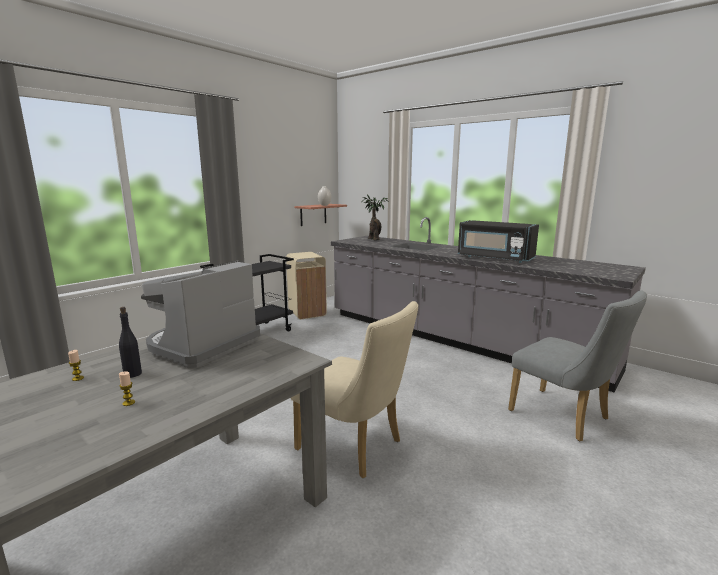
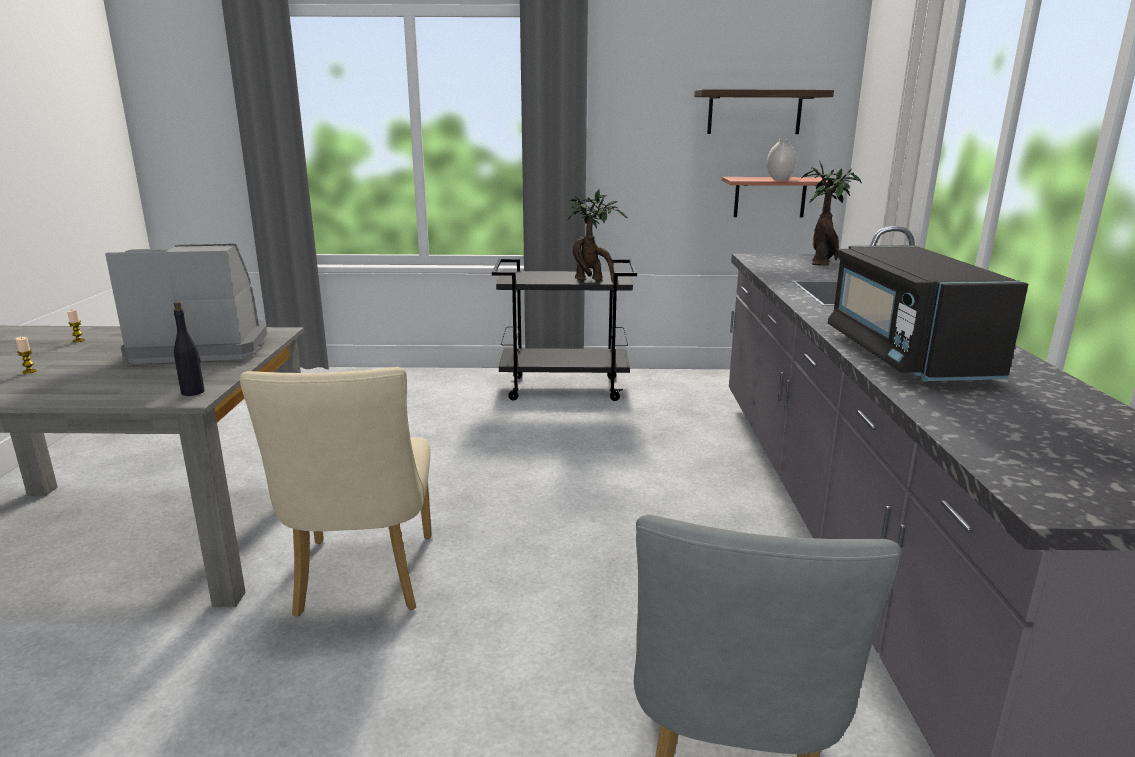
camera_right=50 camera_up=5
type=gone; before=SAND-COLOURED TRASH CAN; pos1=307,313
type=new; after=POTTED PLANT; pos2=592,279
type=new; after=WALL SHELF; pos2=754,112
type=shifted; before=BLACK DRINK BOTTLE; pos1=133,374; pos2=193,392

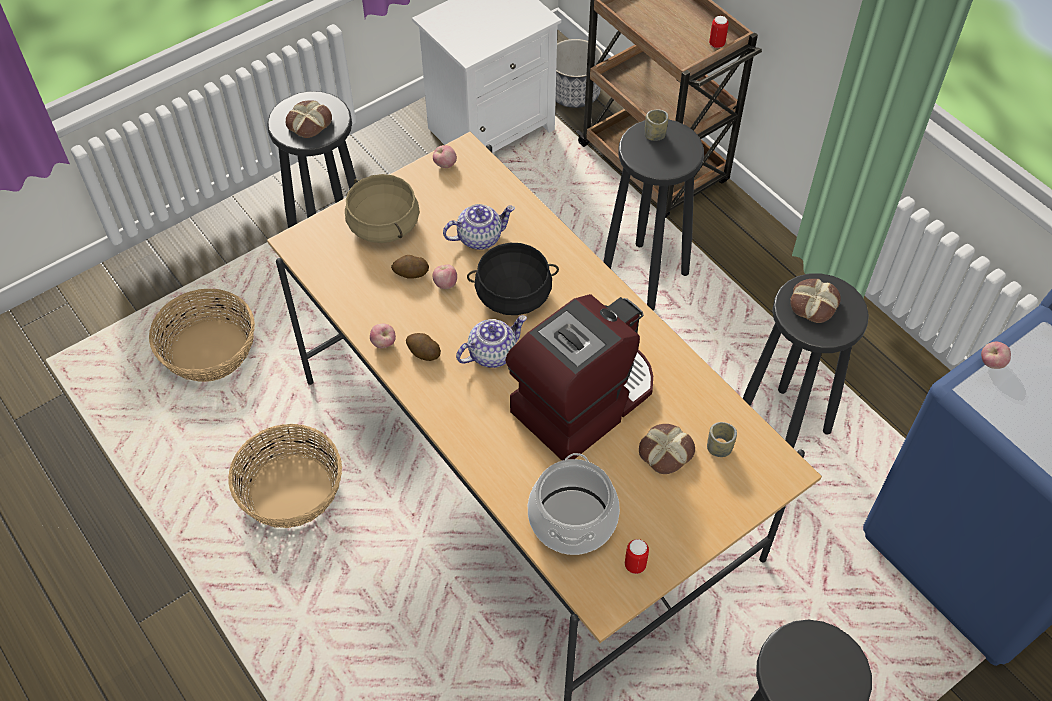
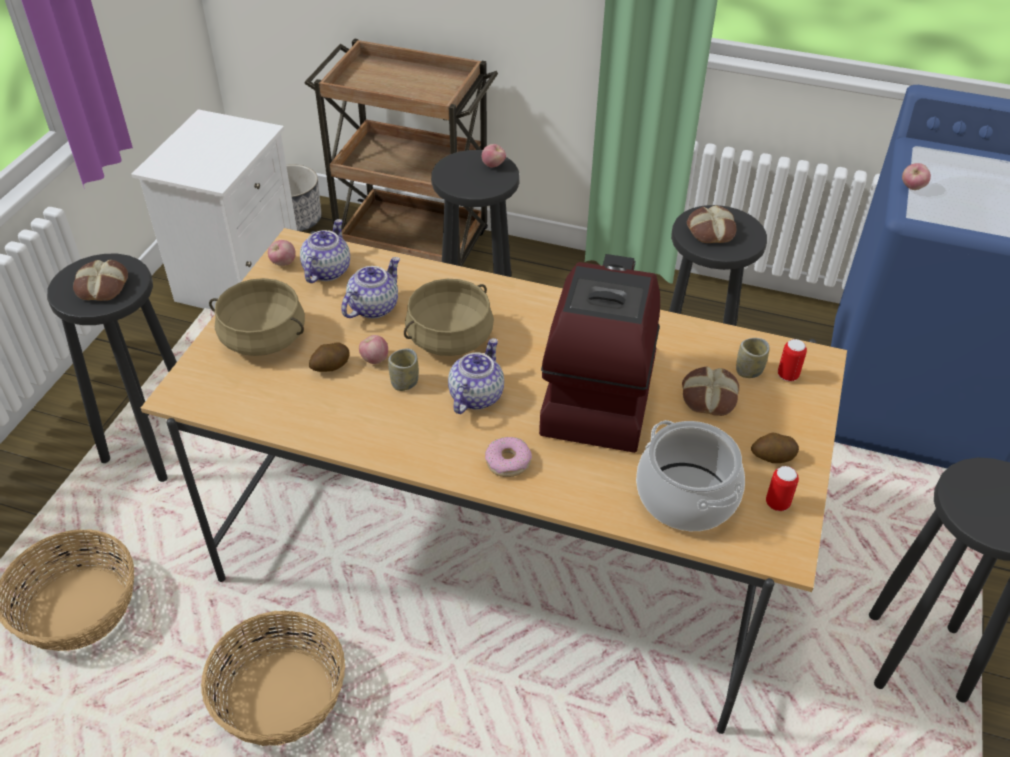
camera_right=-35 camera_up=-10
type=new; after=TEA POT; pos2=326,270
type=new; after=RING DOUGHNUT; pos2=508,462
type=shifted; before=APPLE FRUIT; pos1=383,343; pos2=493,165
type=shifted; before=SPUD; pos1=423,353; pos2=772,457
type=shifted; before=SMALL CUP; pos1=654,135; pos2=404,382
type=shifted; before=SEALED CAN; pos1=716,44; pos2=787,375
type=repainted; before=BLACK STOCKPOT; after=SAND-COLOURED STOCKPOT; pos1=513,294; pos2=449,337

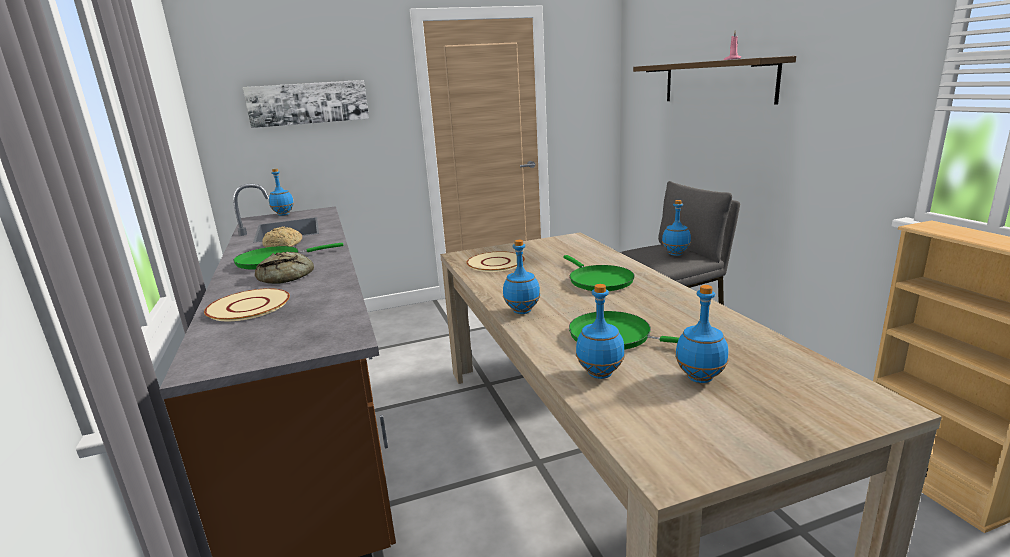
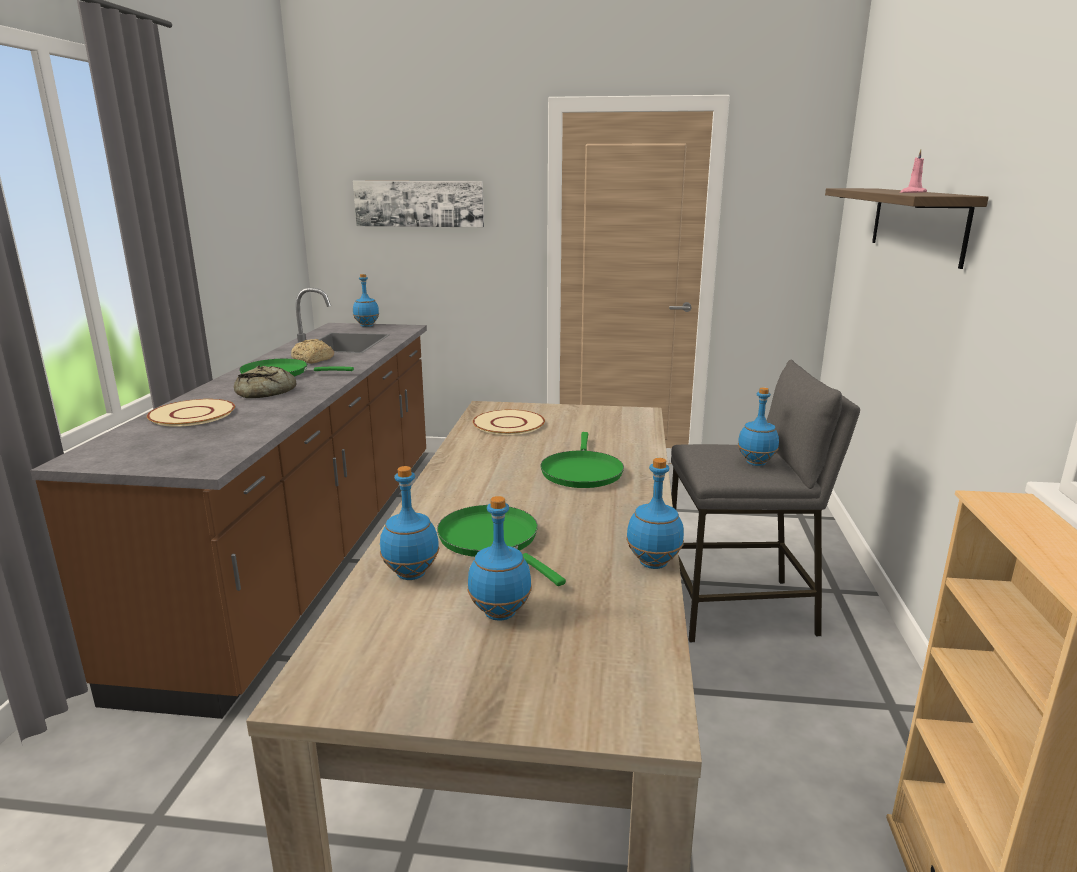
camera_right=25 camera_up=0
type=shifted; before=BLUISH DRINK BOTTLE; pos1=522,311; pos2=652,564

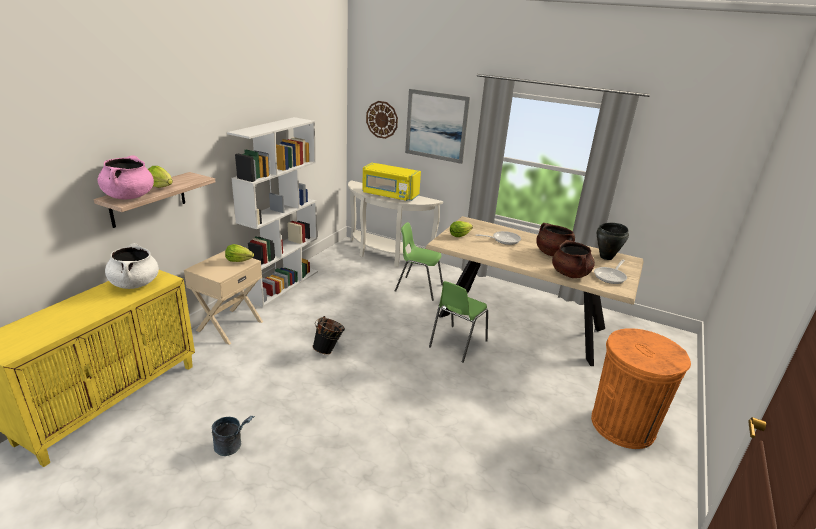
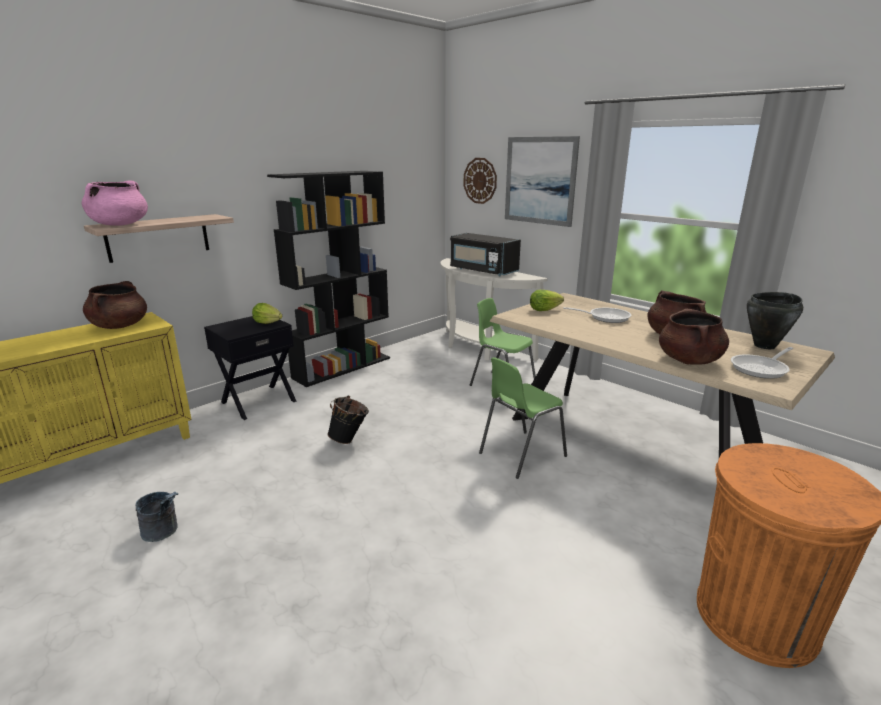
camera_right=20 camera_up=-5
type=gone; before=LETTUCE; pos1=161,187
type=repainted; before=WHITE STOCKPOT; after=BROWNISH STOCKPOT; pos1=135,283; pos2=120,326
type=repainted; before=SAND-COLOURED NIGHT TABLE; after=BLACK NIGHT TABLE; pos1=229,326; pos2=258,401
type=repainted; before=WHITE SHELVING UNIT; after=BLACK SHELVING UNIT; pos1=282,285; pos2=342,367
type=repainted; before=YELLOW-COLOURED MICROWAVE; after=BLACK MICROWAVE; pos1=389,195; pos2=482,271

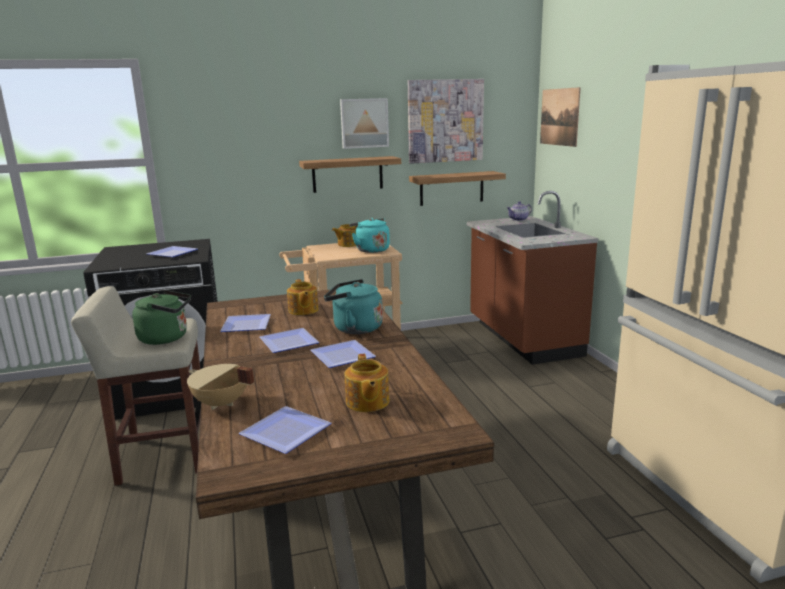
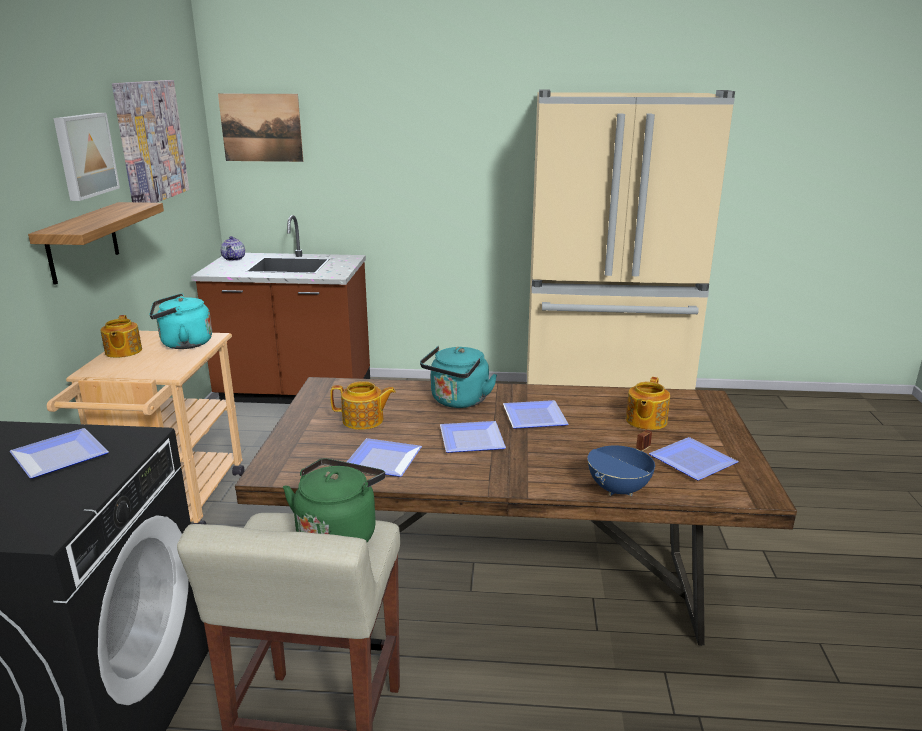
camera_right=-70 camera_up=5
type=gone; before=WALL SHELF; pos1=451,188
type=repainted; before=SAND-COLOURED STOCKPOT; after=BLUISH STOCKPOT; pos1=221,404; pos2=619,490
type=rotated; before=TEA POT; pos1=367,402; pos2=645,421; turn=105

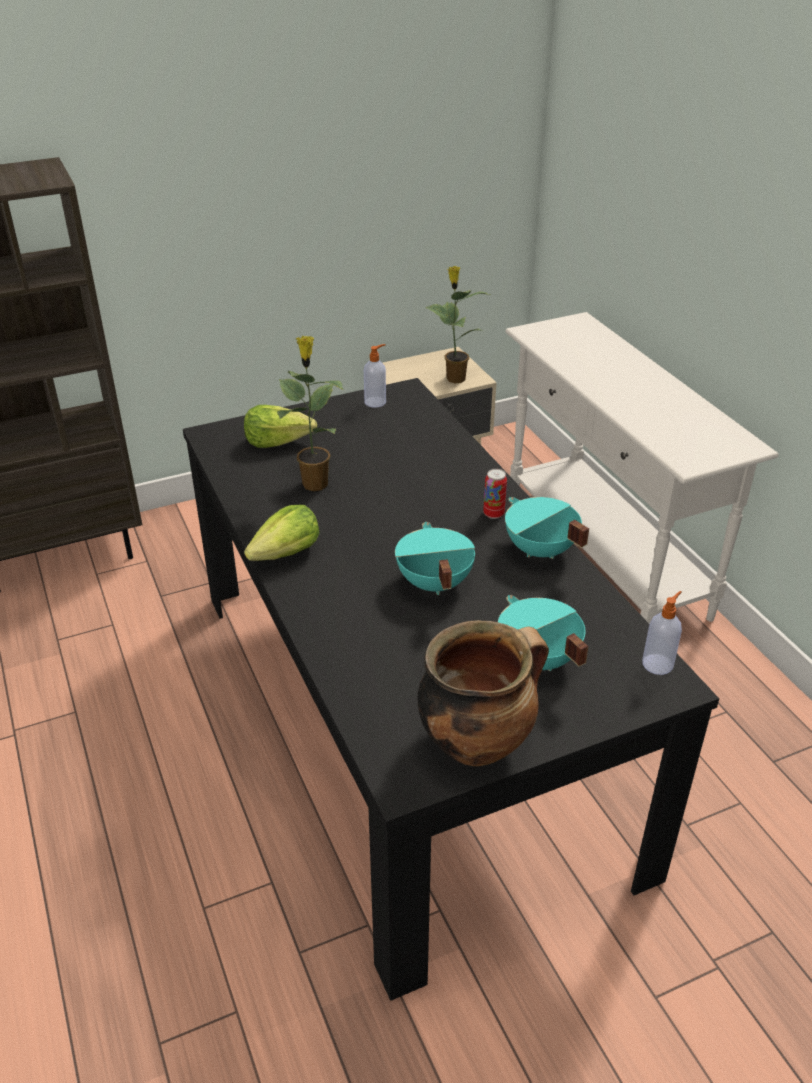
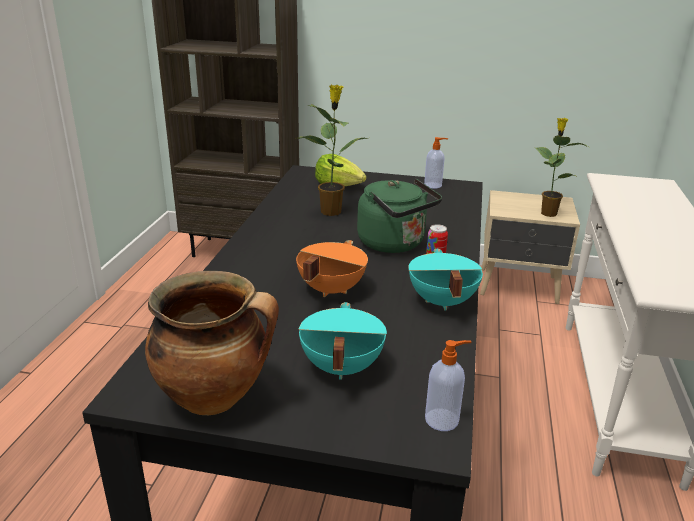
camera_right=35 camera_up=-10
type=gone; before=LETTUCE; pos1=286,554
type=new; after=GREEN KETTLE; pos2=394,244
type=repainted; before=BLUE-GREEN STOCKPOT; after=ORANGE STOCKPOT; pos1=433,583; pos2=330,289

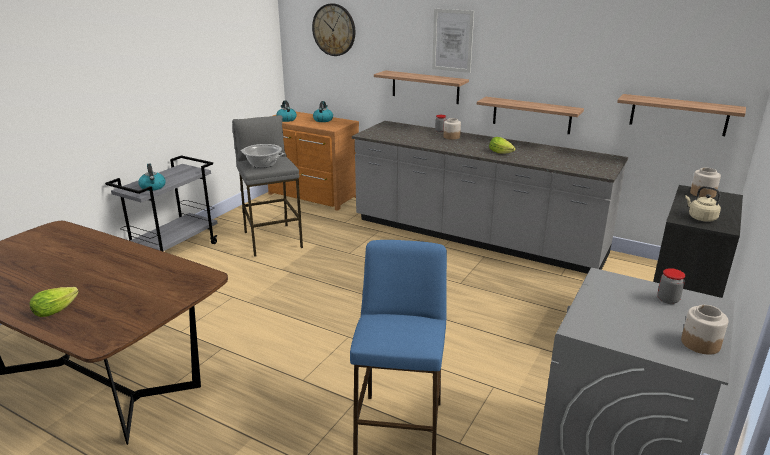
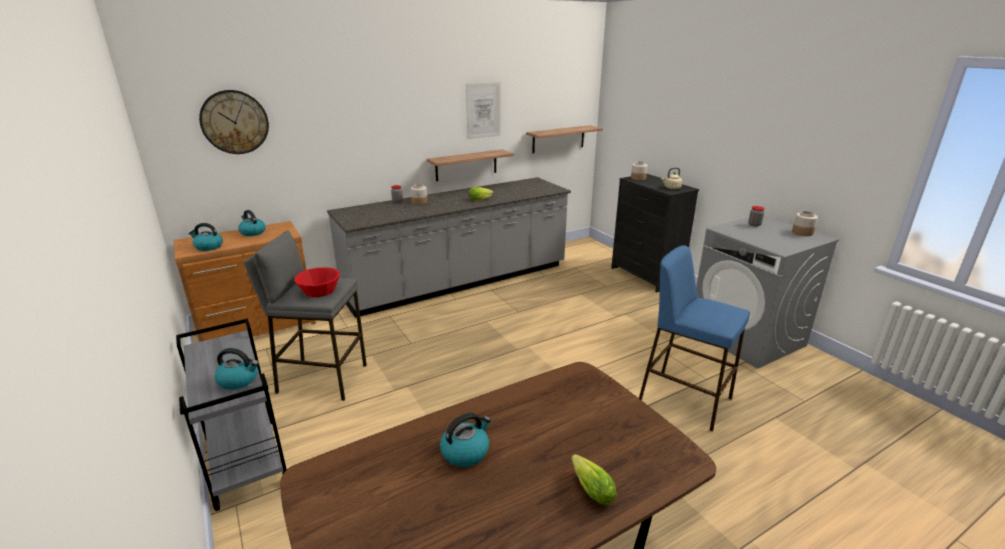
camera_right=-60 camera_up=0
type=gone; before=WALL SHELF; pos1=425,87
type=new; after=KETTLE; pos2=465,452
type=shifted; before=WALL ART; pos1=452,40; pos2=483,110
type=swapped; before=STOCKPOT; after=RED BOWL; pos1=263,164; pos2=319,290

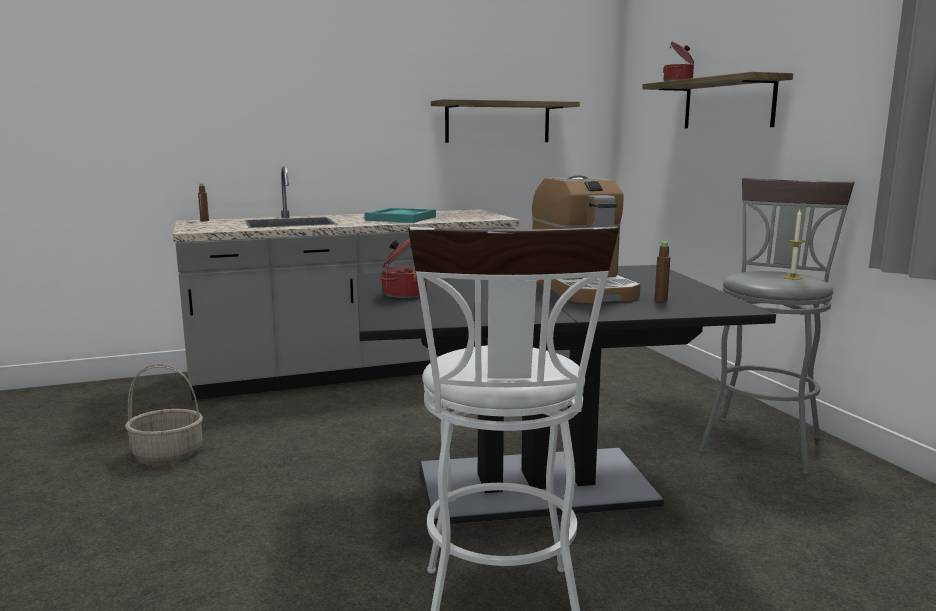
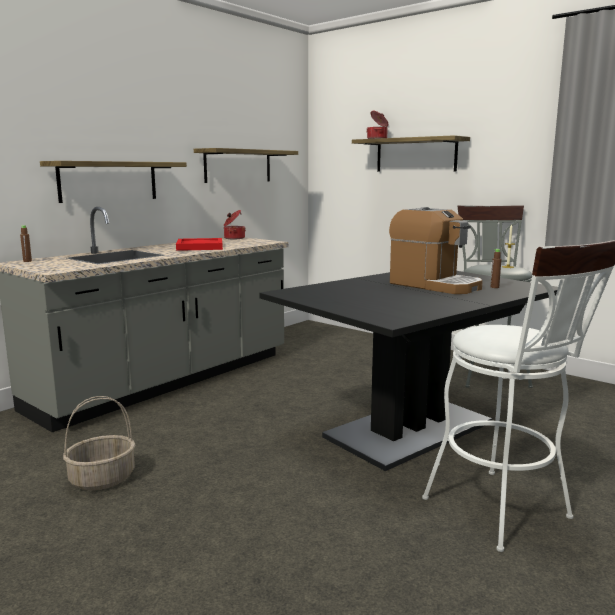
camera_right=-30 camera_up=0
type=new; after=WALL SHELF; pos2=108,181
type=shifted; before=STOCKPOT; pos1=403,293; pos2=233,238
type=repainted; before=BLUE-GREEN SERVING TRAY; after=RED SERVING TRAY; pos1=400,218; pos2=199,247

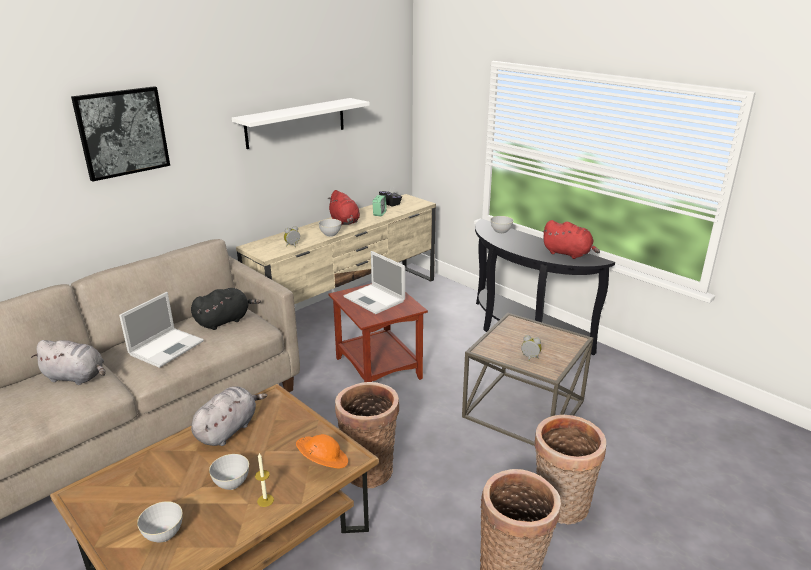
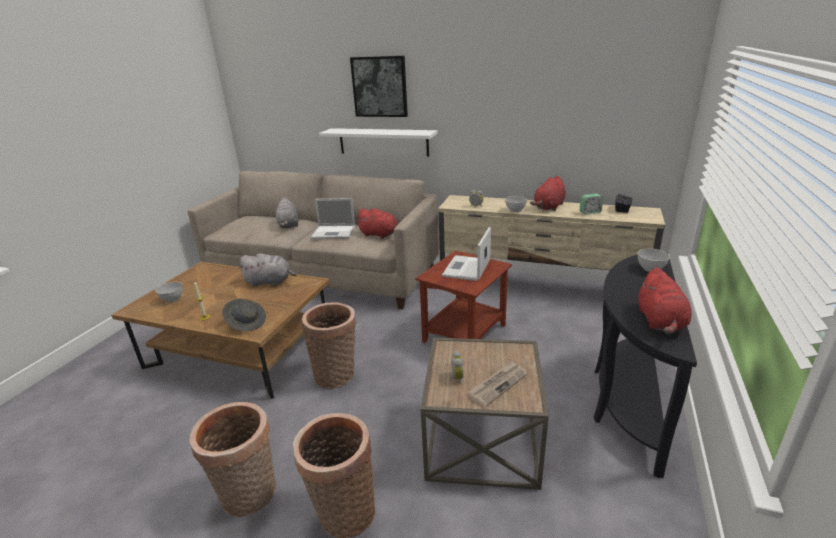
camera_right=65 camera_up=0
type=gone; before=GREYISH BOWL; pos1=231,483
type=new; after=DAILY PAPER; pos2=498,384
type=shifted; before=WHITE WALL SHELF; pos1=296,122; pos2=383,142
type=repainted; before=BLACK SOFT TOY; after=RED SOFT TOY; pos1=225,321; pos2=380,235
type=repainted; before=ORANGE HAT; after=GREYISH HAT; pos1=322,462; pos2=247,323

